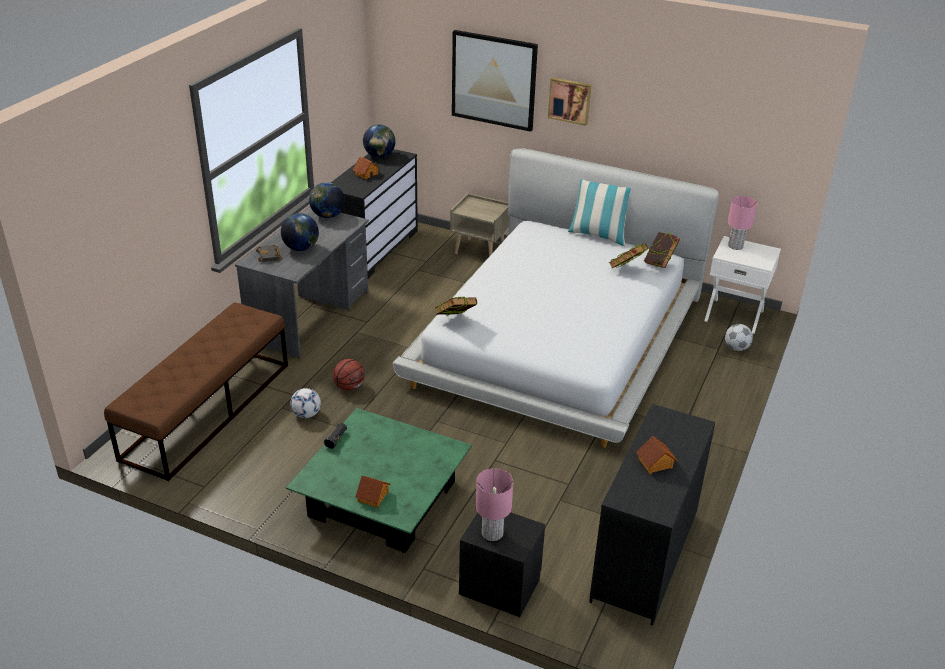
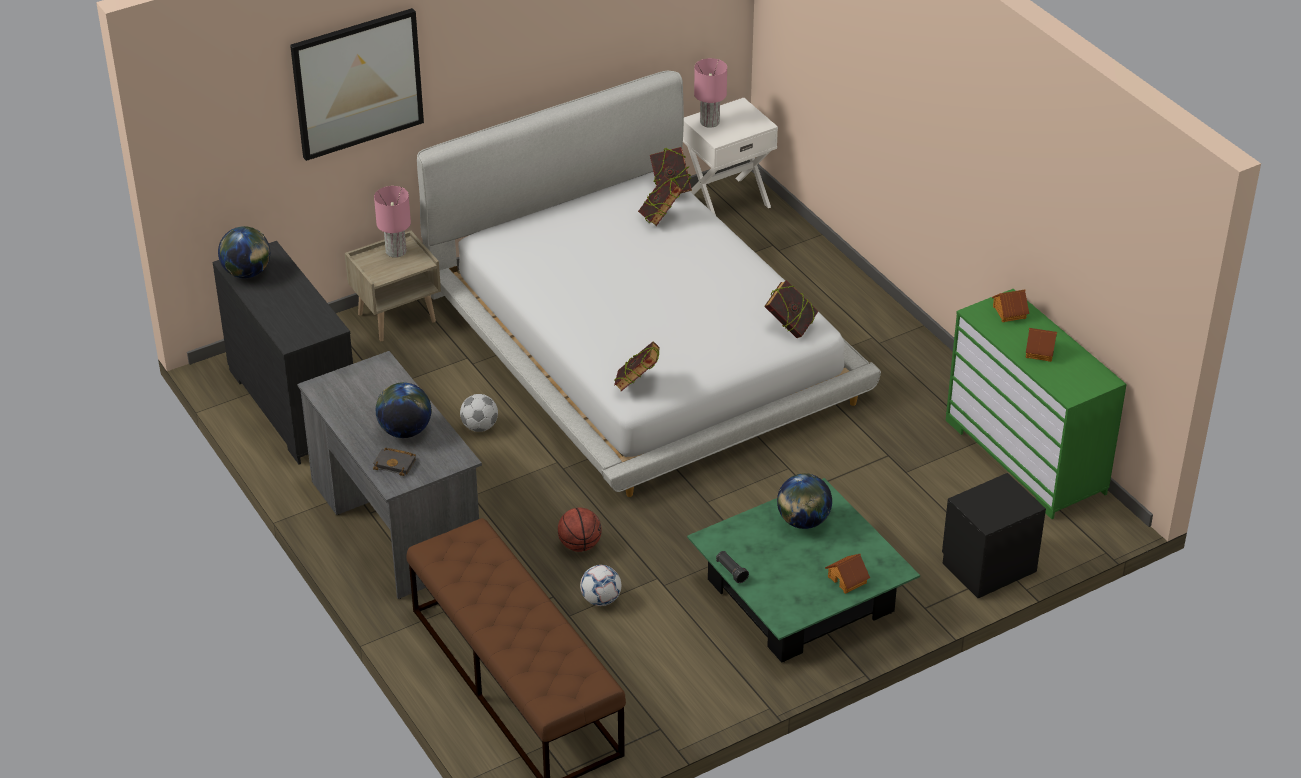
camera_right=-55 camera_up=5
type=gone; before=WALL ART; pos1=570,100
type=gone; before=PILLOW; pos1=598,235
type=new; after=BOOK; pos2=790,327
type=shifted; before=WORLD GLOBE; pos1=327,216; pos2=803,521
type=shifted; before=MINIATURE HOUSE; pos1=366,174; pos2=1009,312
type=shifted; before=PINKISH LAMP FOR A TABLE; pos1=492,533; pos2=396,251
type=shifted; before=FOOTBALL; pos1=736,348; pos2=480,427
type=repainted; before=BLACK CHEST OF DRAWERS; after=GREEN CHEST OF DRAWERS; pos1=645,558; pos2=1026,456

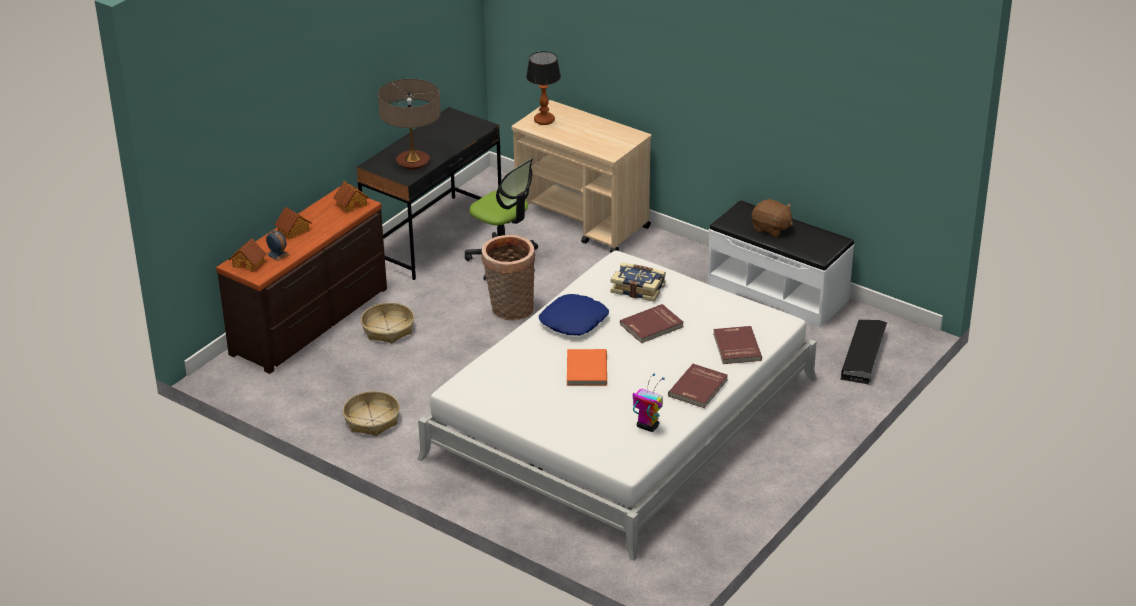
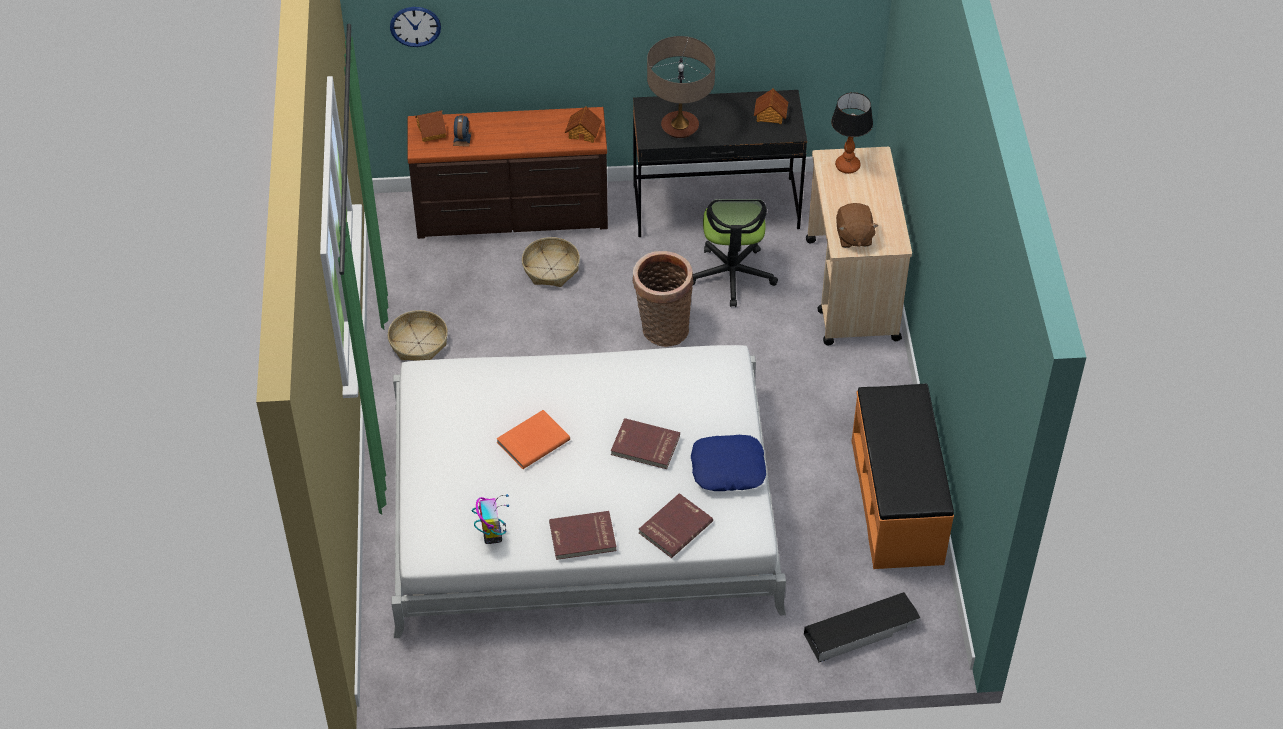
camera_right=50 camera_up=15
type=gone; before=BOOK; pos1=638,288
type=new; after=CLOCK ON THE WALL; pos2=415,26
type=shifted; before=MINIATURE HOUSE; pos1=293,230; pos2=770,115
type=shifted; before=BLUISH PILLOW; pos1=573,321; pos2=728,468
type=shifted; before=BROWNISH SOFT TOY; pos1=771,229; pos2=853,237
type=repainted; before=WHITE LONG SEAT; after=ORANGE LONG SEAT; pos1=778,292; pos2=898,501

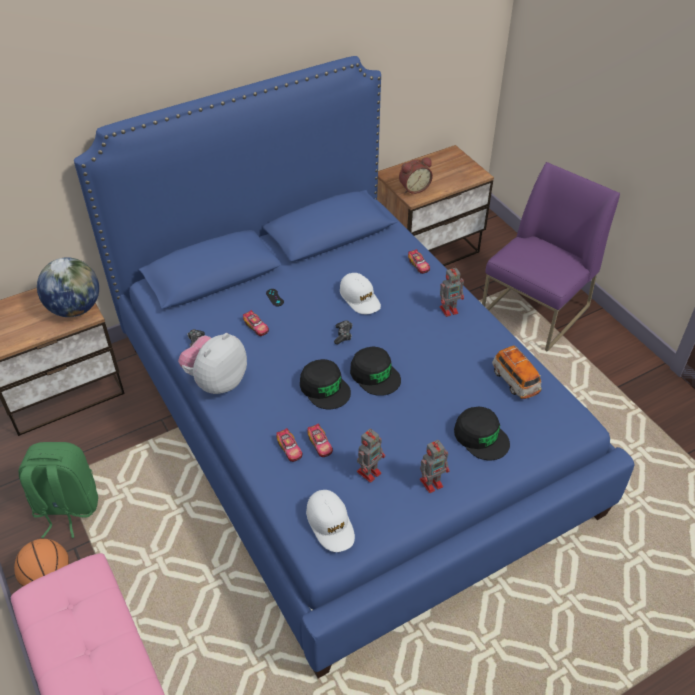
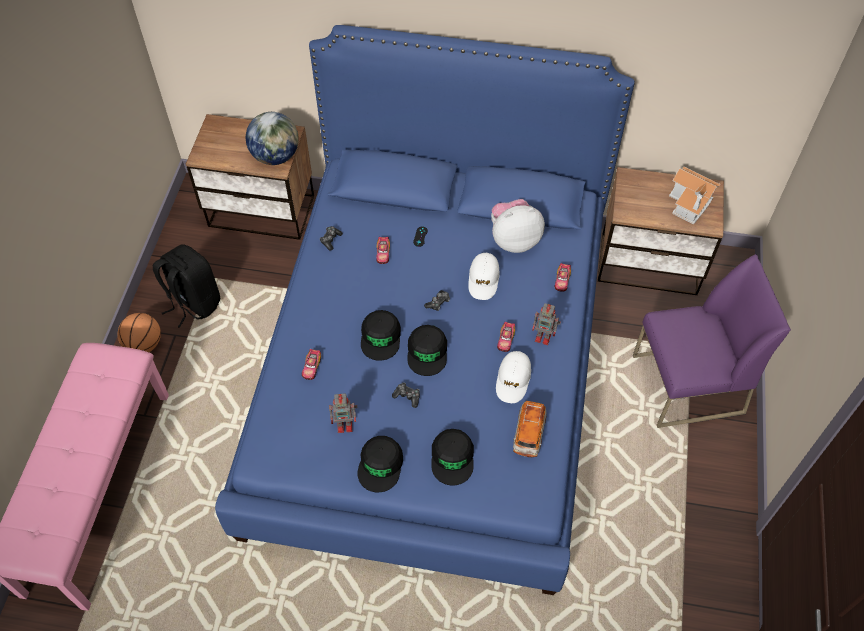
camera_right=40 camera_up=10
type=gone; before=ALARM CLOCK; pos1=413,188
type=new; after=GAME CONTROLLER; pos2=407,396
type=new; after=MINIATURE HOUSE; pos2=690,203
type=shifted; before=SOFT TOY; pos1=216,381; pos2=514,239
type=shifted; before=WHITE BASEBALL CAP; pos1=330,524; pos2=513,380
type=shifted; before=TOY CAR; pos1=320,444; pos2=505,339
type=swapped; before=ROBOT FIGURE; after=BLACK BASEBALL CAP; pos1=432,482; pos2=380,465
type=repainted; before=GREEN BACKPACK; after=BLACK BACKPACK; pos1=66,508; pos2=193,302

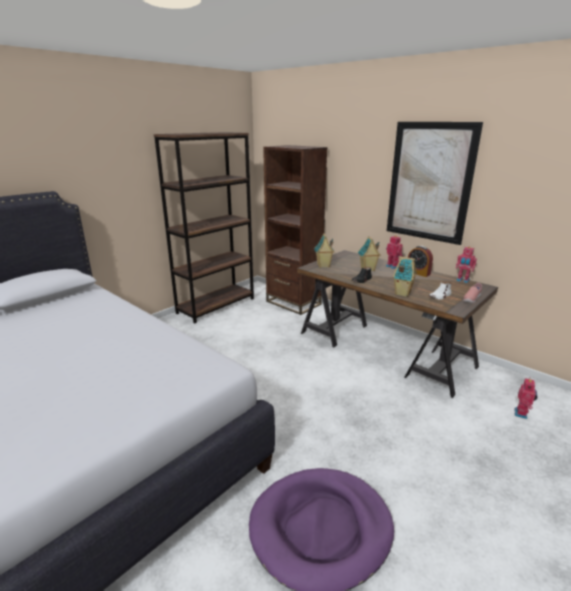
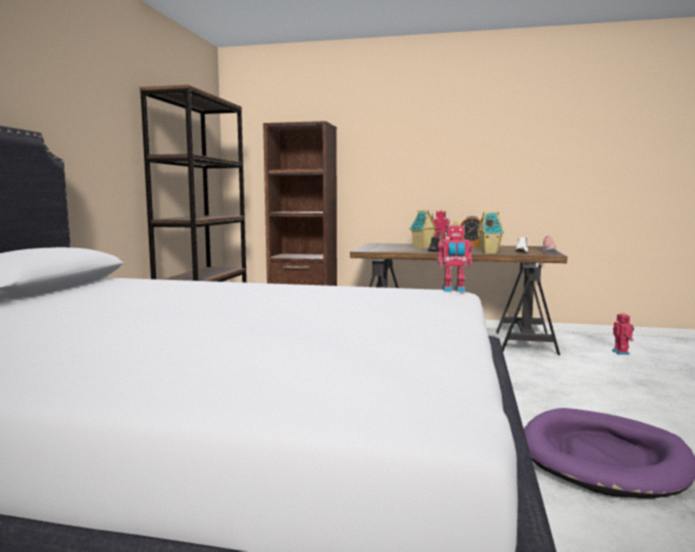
camera_right=-30 camera_up=-15
type=gone; before=MINIATURE HOUSE; pos1=323,266
type=gone; before=WALL ART; pos1=429,182
type=shifted; before=ROBOT FIGURE; pos1=462,280; pos2=453,290

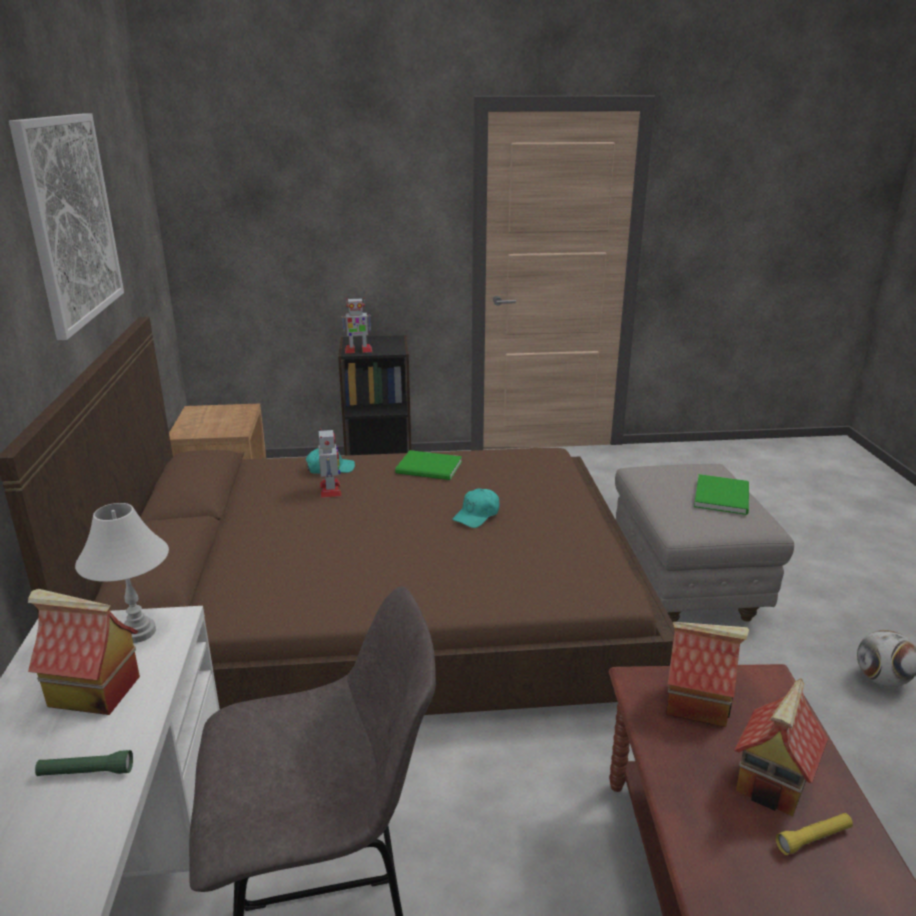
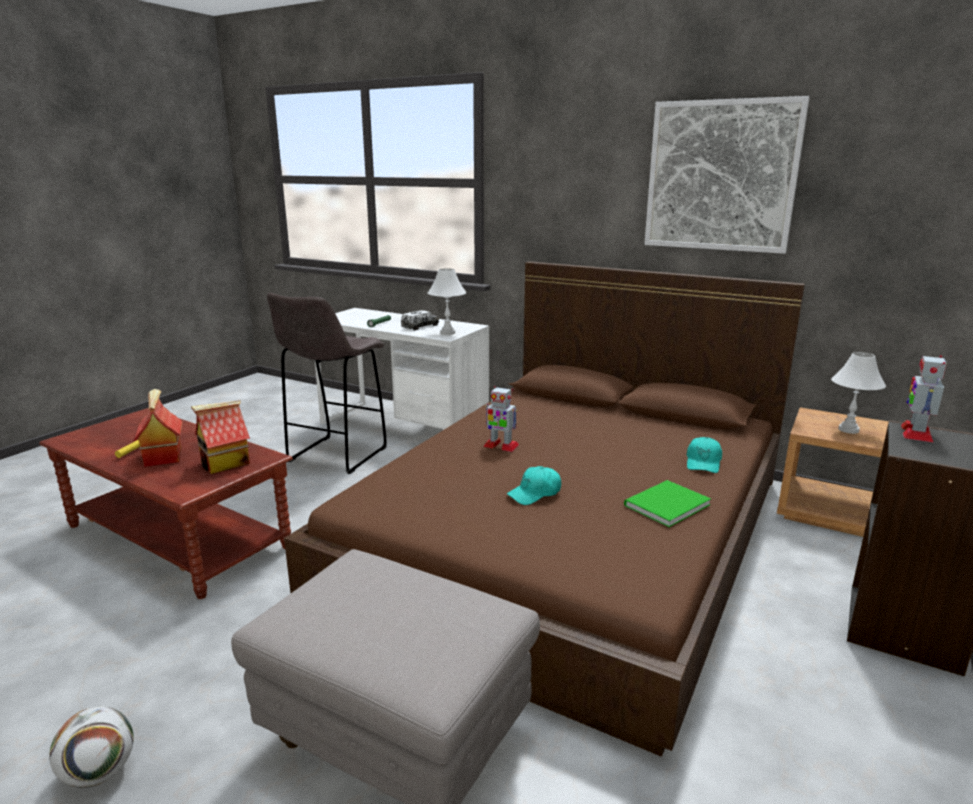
camera_right=125 camera_up=-5
type=gone; before=GREEN BOOK; pos1=723,496
type=new; after=WHITE LAMP FOR A TABLE; pos2=848,430
type=shifted; before=ROBOT FIGURE; pos1=330,489; pos2=500,445
type=swapped; before=MINIATURE HOUSE; after=MODEL TRUCK; pos1=92,692; pos2=420,326
type=rotated; before=BLUE-GREEN BASEBALL CAP; pos1=477,515; pos2=535,493; turn=-105

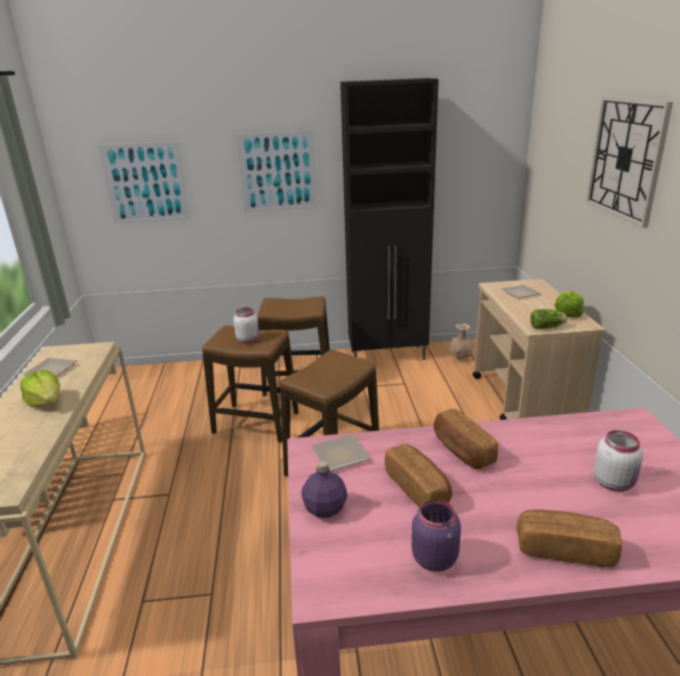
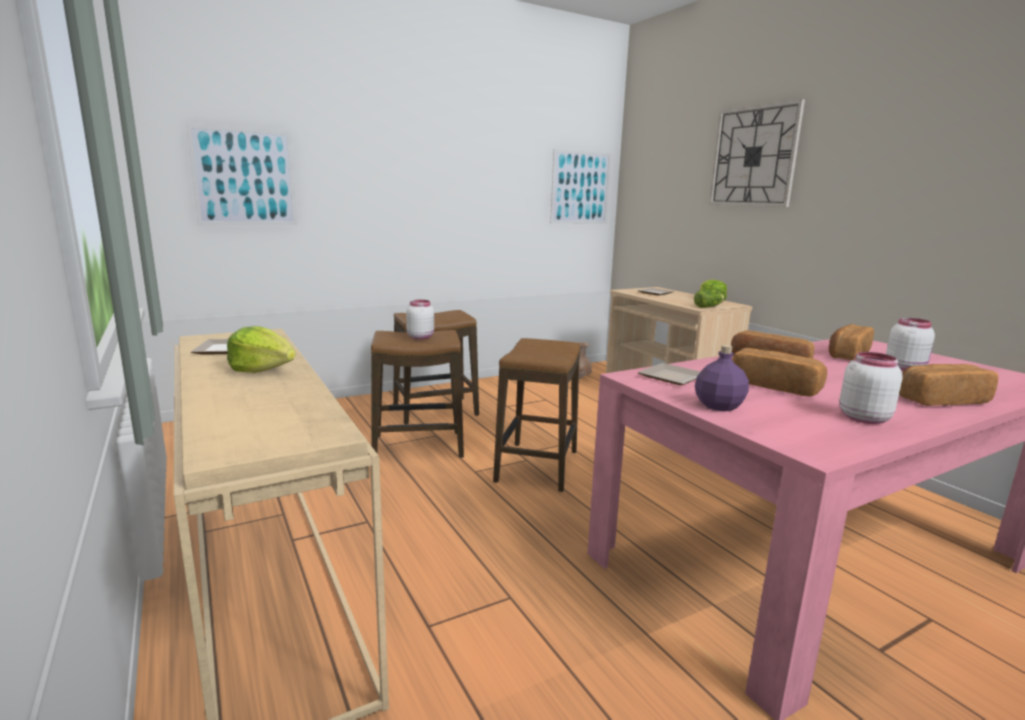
camera_right=-25 camera_up=-10
type=gone; before=BLACK CABINET; pos1=388,355
type=new; after=BREAD; pos2=847,355
type=shifted; before=WALL ART; pos1=277,172; pos2=580,188
type=repainted; before=PURPLISH JAR; after=WHITE JAR; pos1=434,557; pos2=862,418

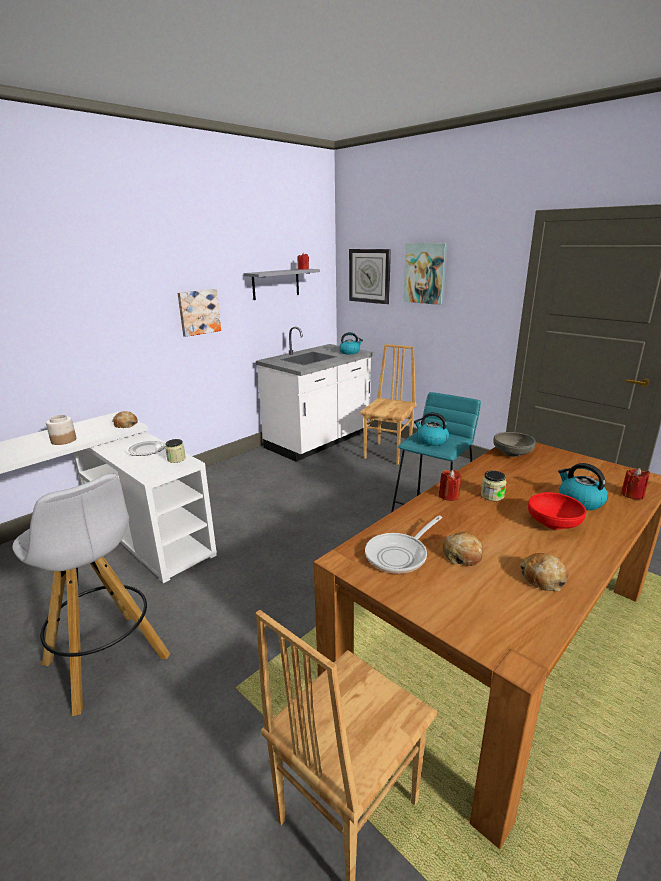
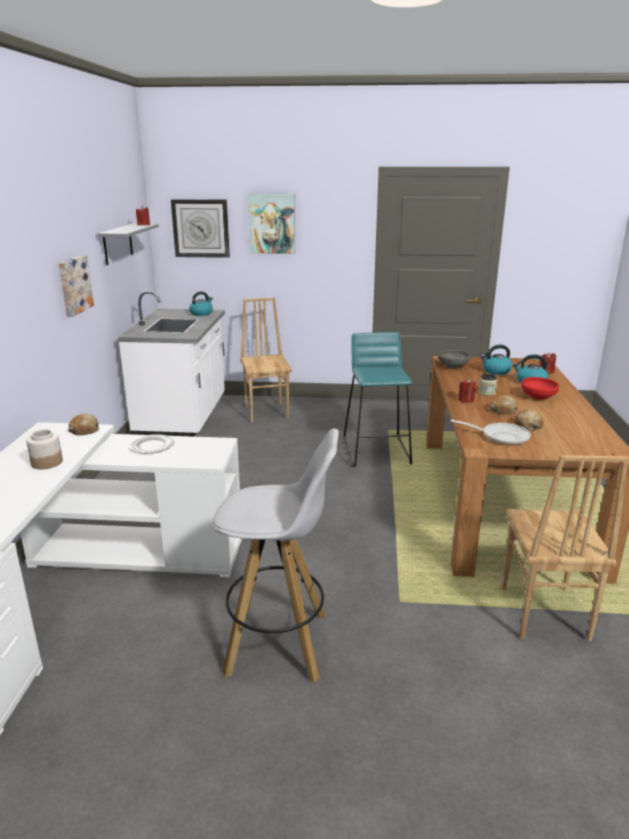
camera_right=-40 camera_up=0
type=gone; before=JAR; pos1=176,459
type=shifted; before=KETTLE; pos1=431,440; pos2=496,371
type=shifted; before=BREAD; pos1=542,578; pos2=503,410
type=rotated; before=FRYING PAN; pos1=400,555; pos2=501,437; turn=-75

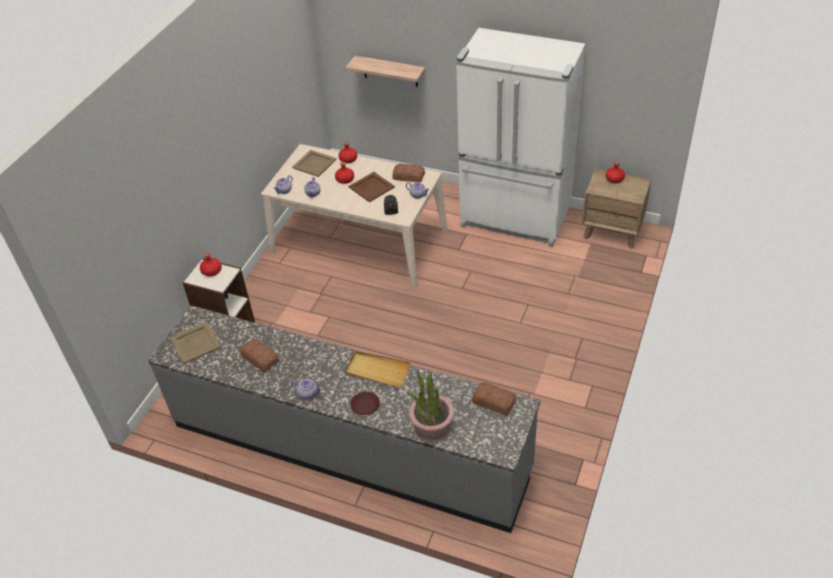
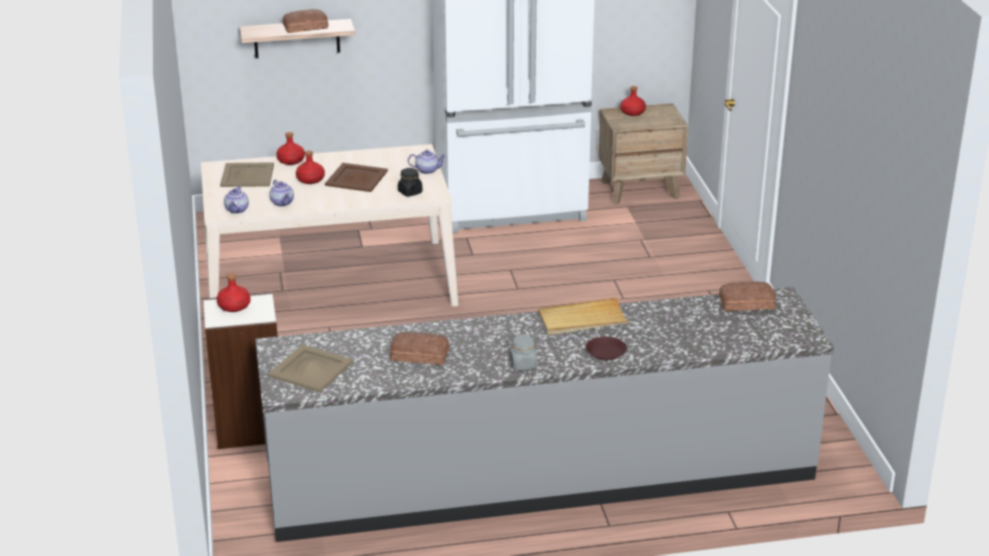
camera_right=-35 camera_up=-15
type=gone; before=POTTED PLANT; pos1=432,424
type=shifted; before=BREAD; pos1=408,176; pos2=305,27
type=swapped; before=TEA POT; after=GREYISH JAR; pos1=308,393; pos2=523,364

